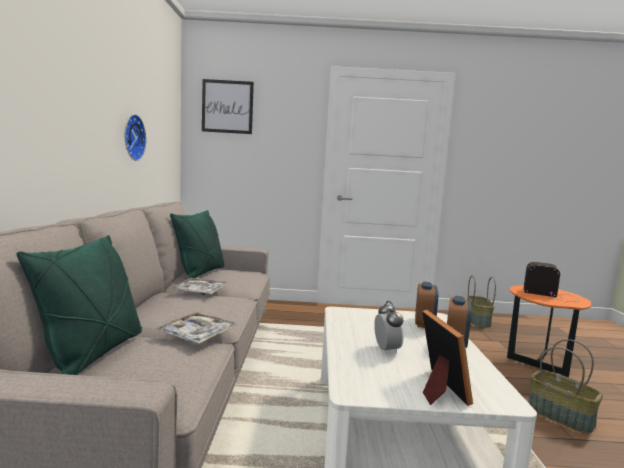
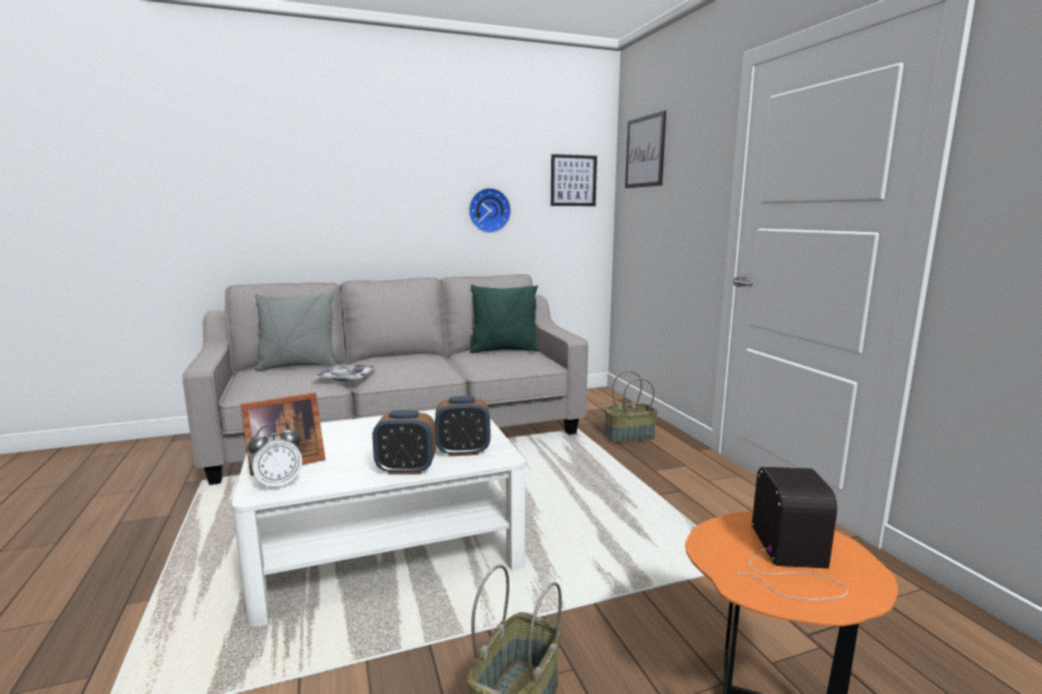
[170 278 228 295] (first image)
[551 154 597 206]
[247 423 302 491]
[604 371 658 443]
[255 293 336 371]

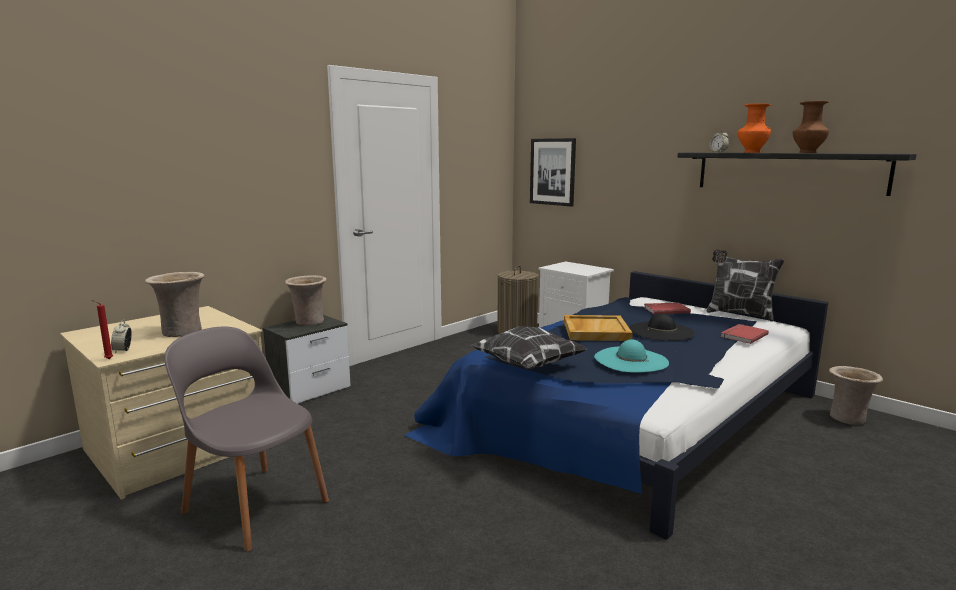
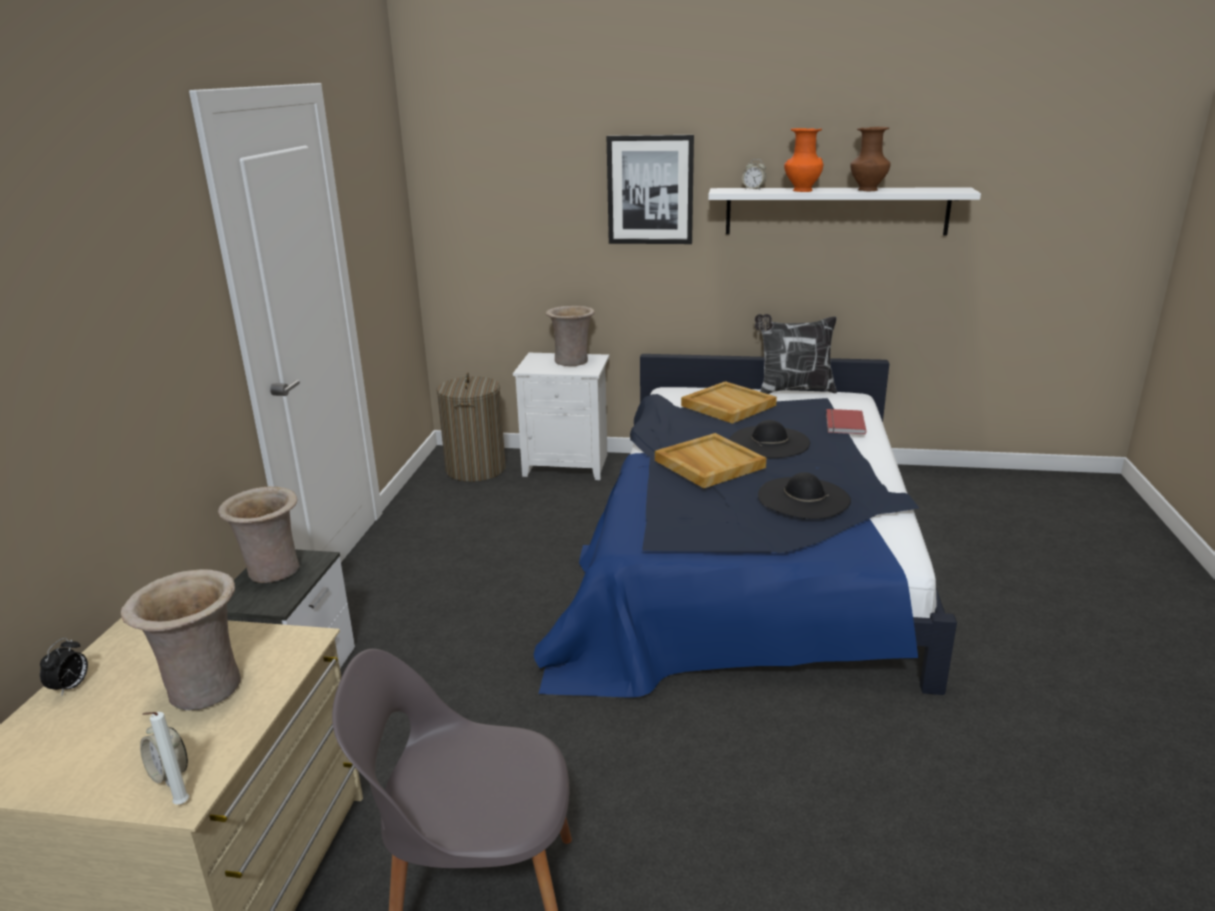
[471 326 587 369] (first image)
[40 638 88 697]
[607 135 694 244]
[545 306 595 366]
[681 381 777 424]
[142 712 189 805]
[758 472 851 519]
[708 187 981 235]

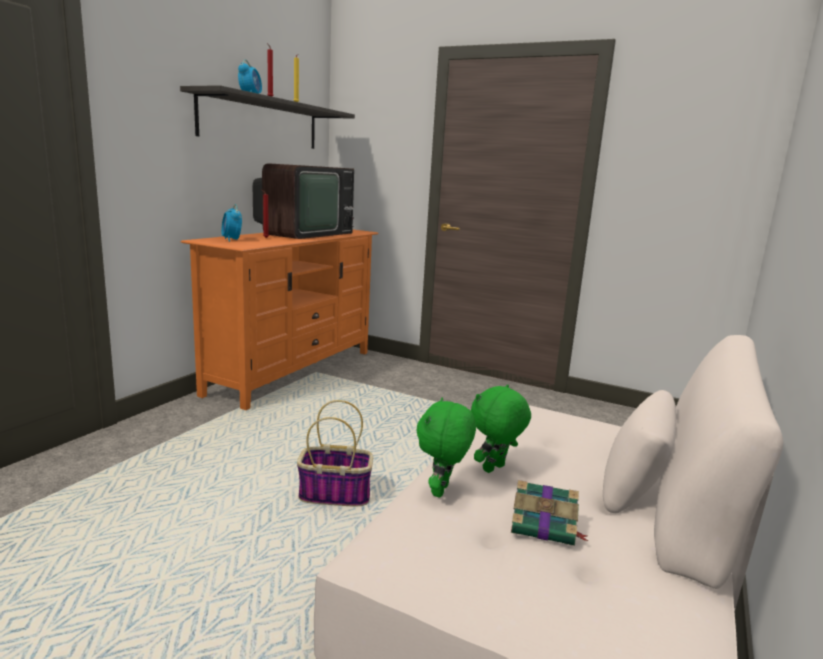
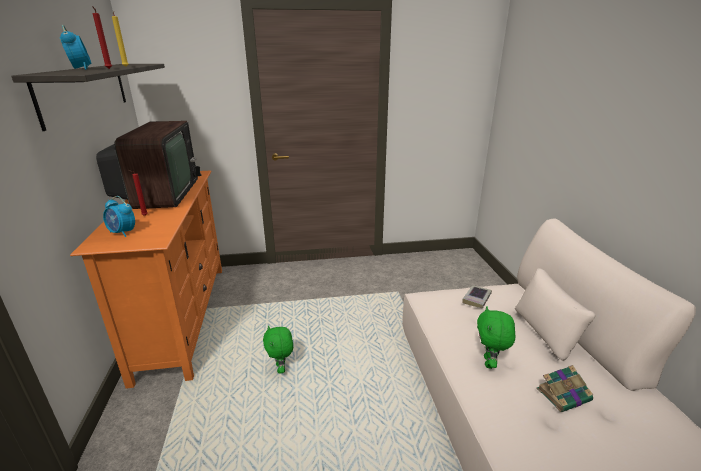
[297 400 373 506] (first image)
[462 285 492 308]
[263 326 293 373]

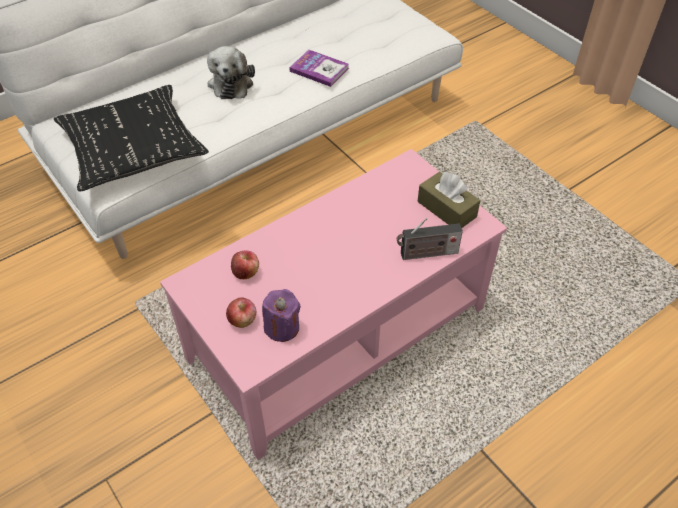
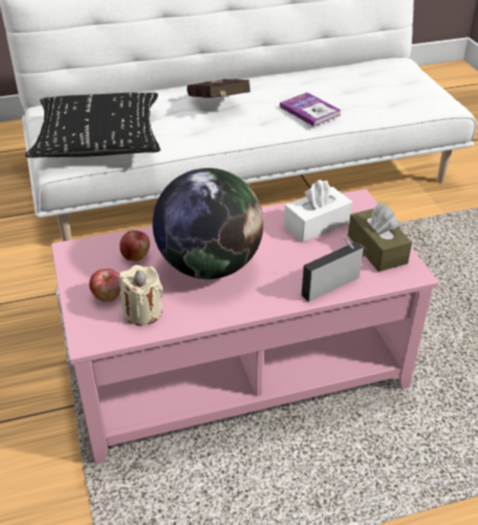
[153 168 264 279]
[284 179 353 242]
[187 79 251 98]
[119 265 163 325]
[301 235 366 302]

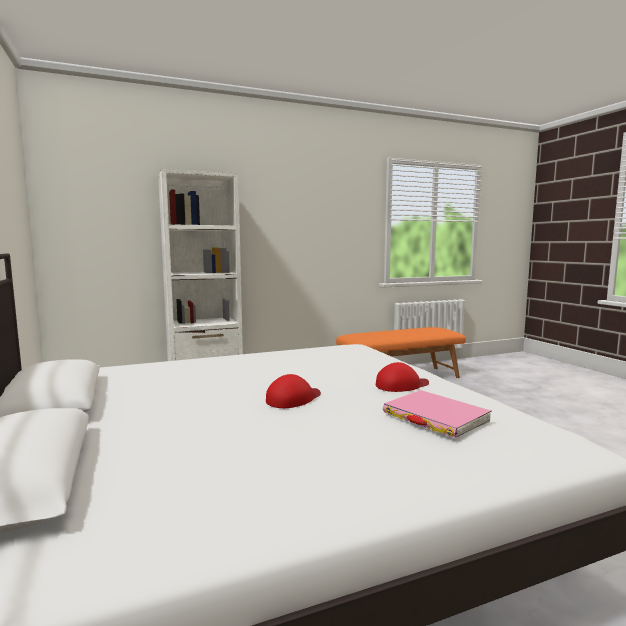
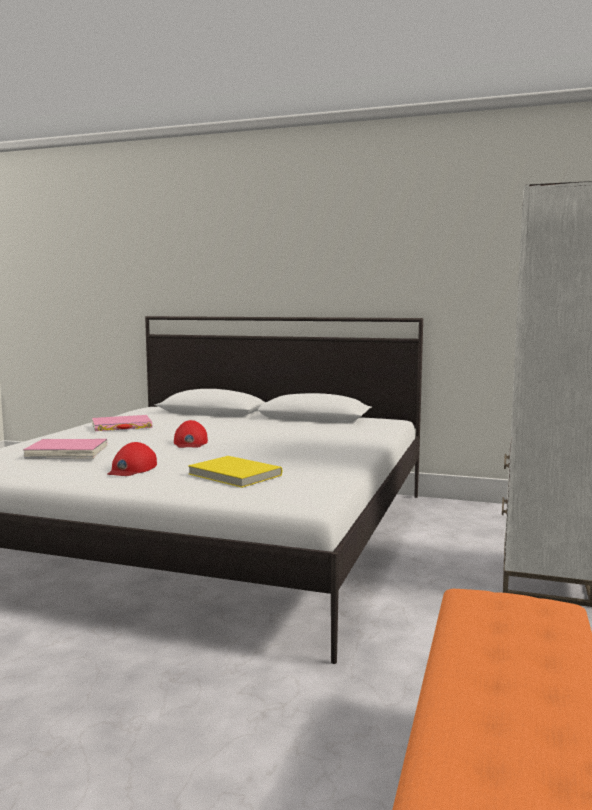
[92 415 152 431]
[188 456 282 488]

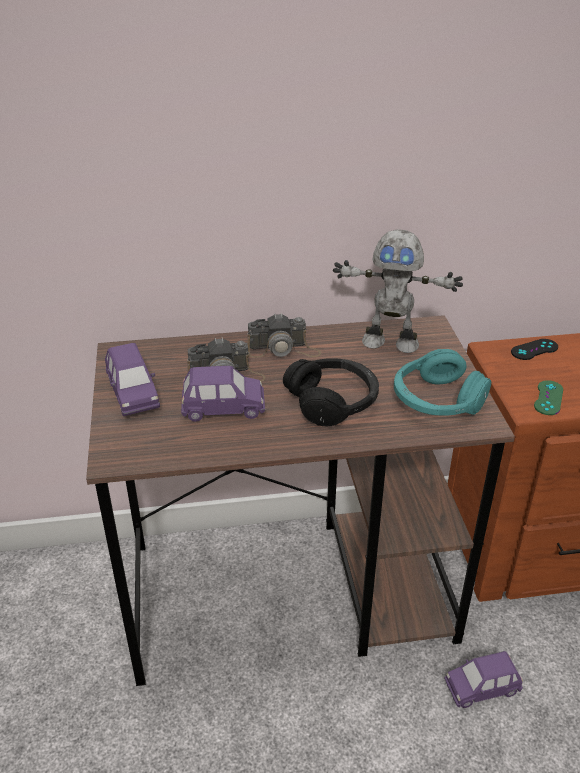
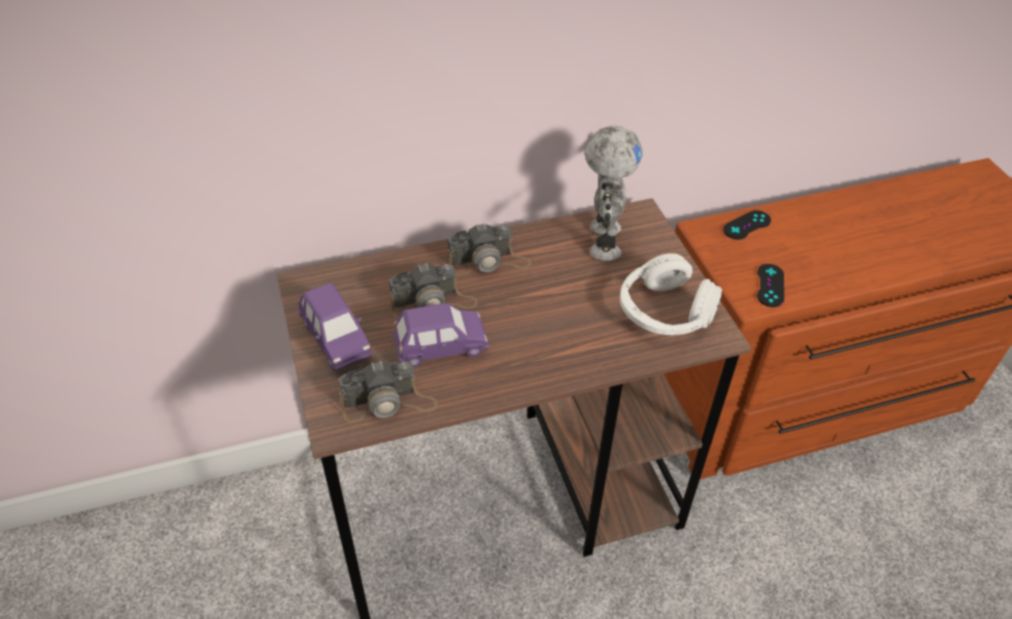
[283 358 379 426] (first image)
[444 651 523 708] (first image)
[339 361 437 422]
[620 253 722 335]
[757 264 784 307]
[585 125 642 261]

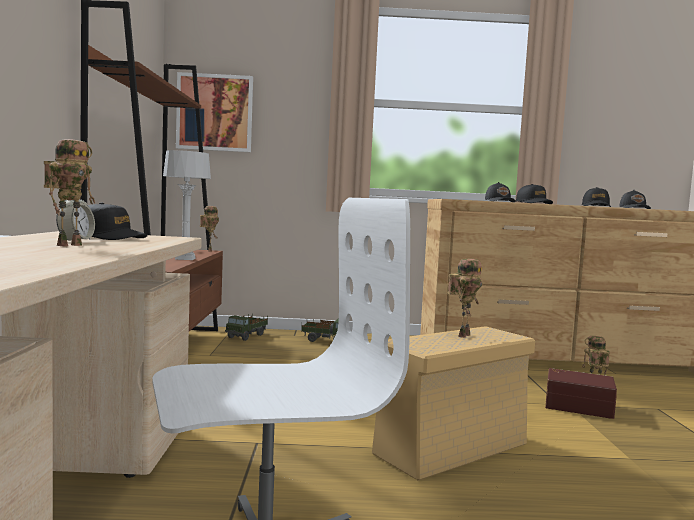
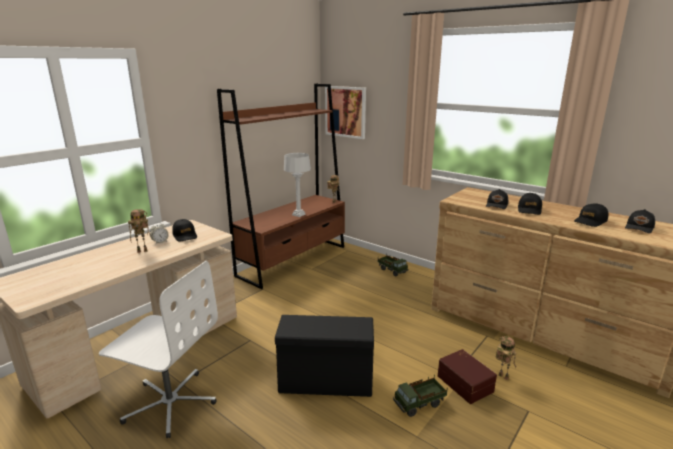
[448 259 482 338] (first image)
[393 375 447 417]
[275 315 374 397]

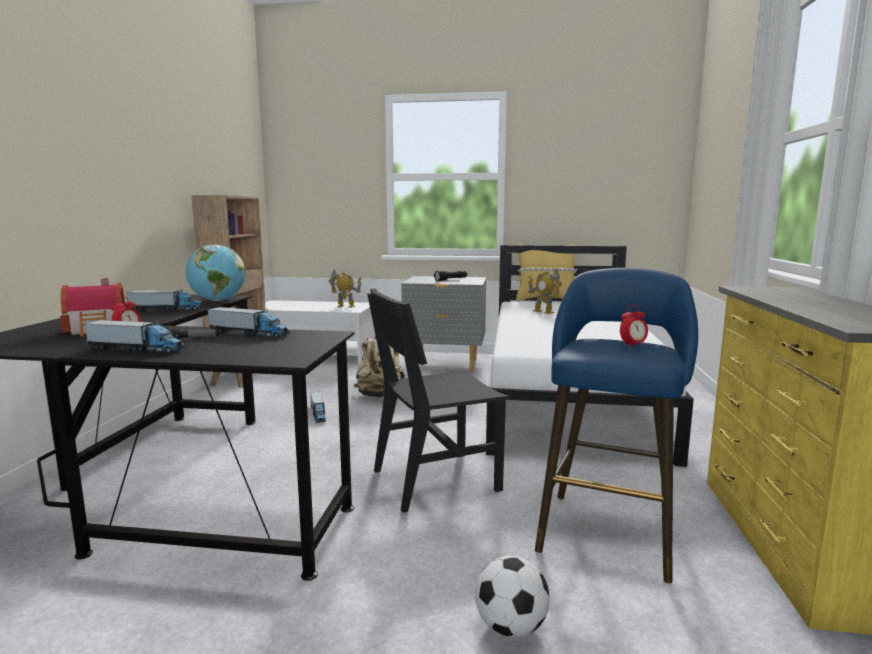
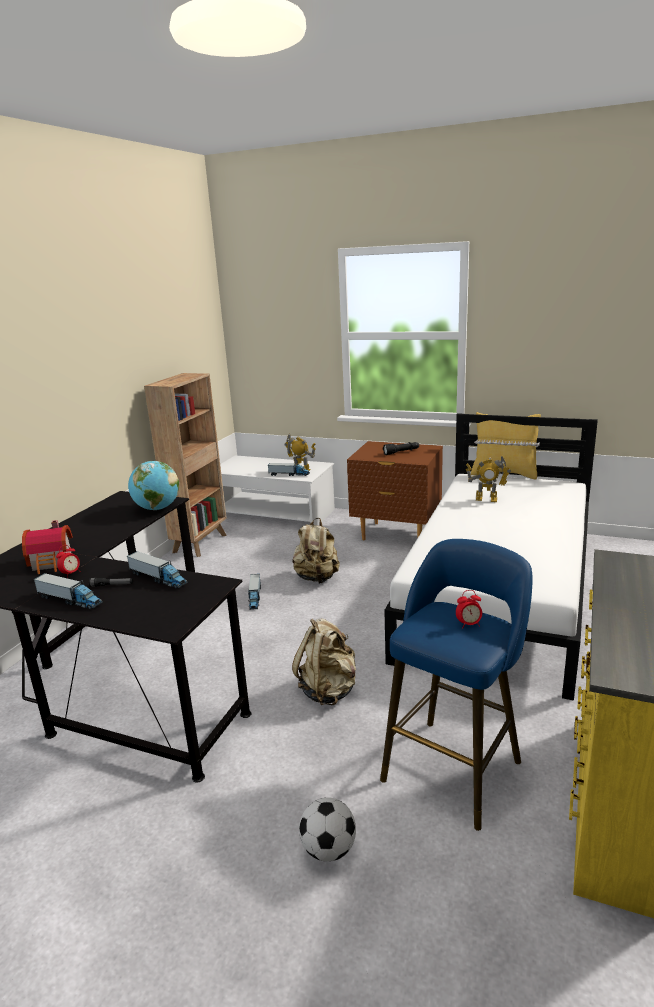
[268 463 310 476]
[292 619 356 705]
[347 441 443 540]
[466 455 511 502]

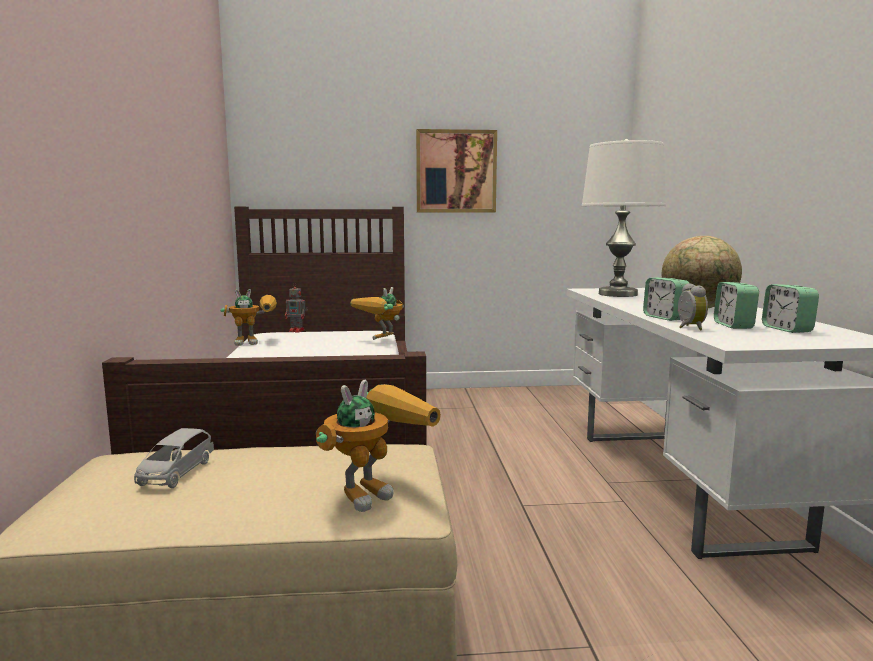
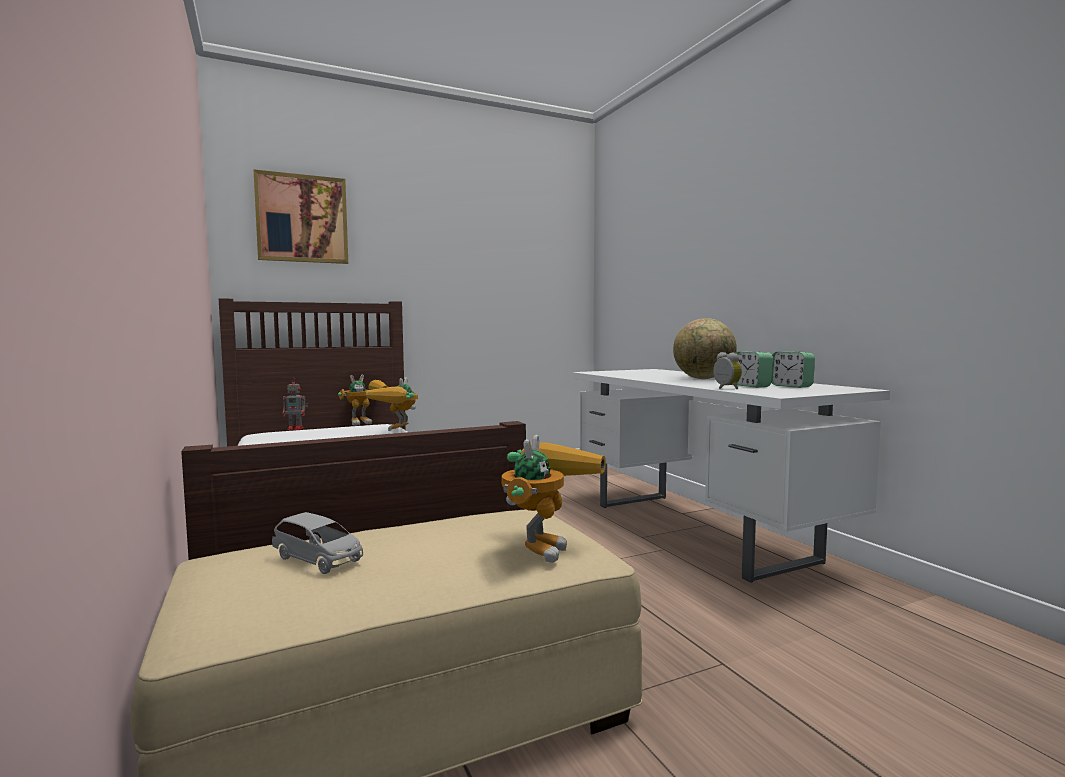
[582 139 666 297] (first image)
[643 278 690 321] (first image)
[338 375 388 426]
[253 169 348 264]
[272 512 363 574]

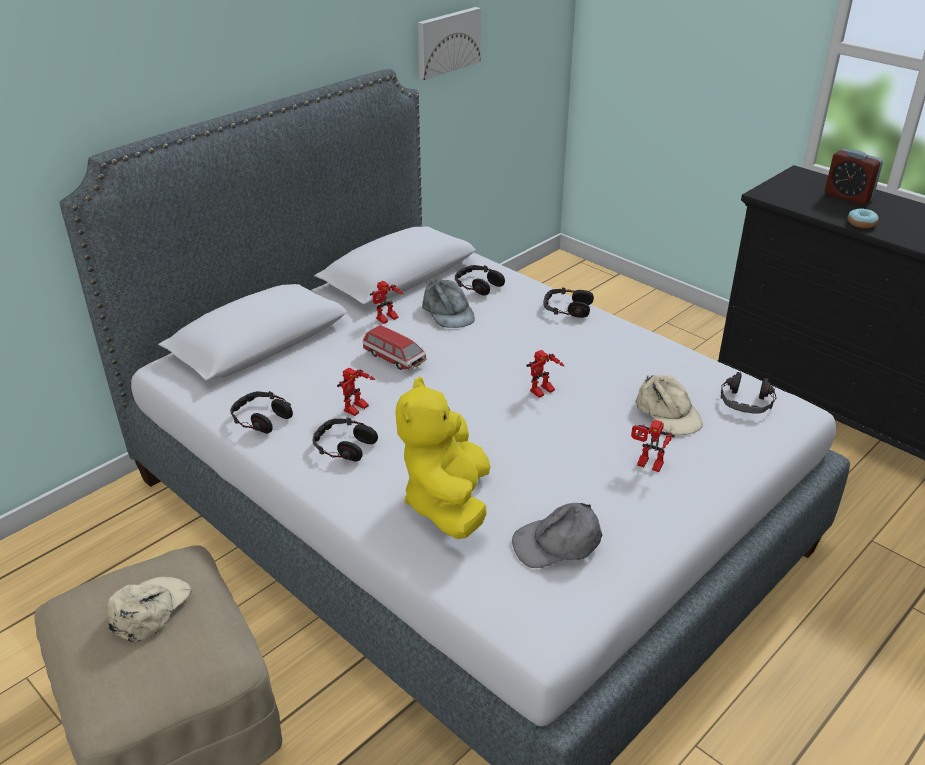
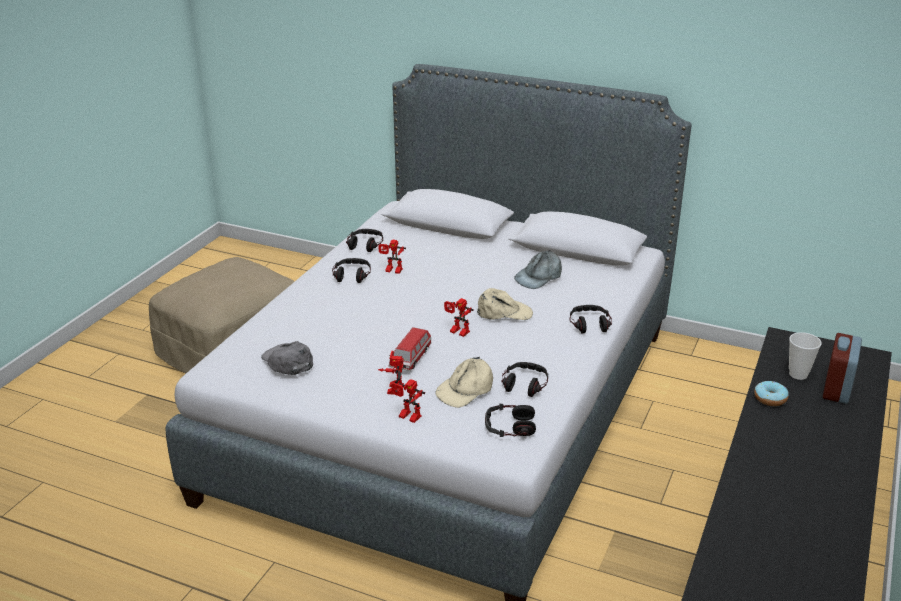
[395 376 491 539] (first image)
[418 7 481 80] (first image)
[789 332 822 380]
[477 288 533 320]
[389 327 431 371]
[392 379 425 423]
[501 362 548 397]

